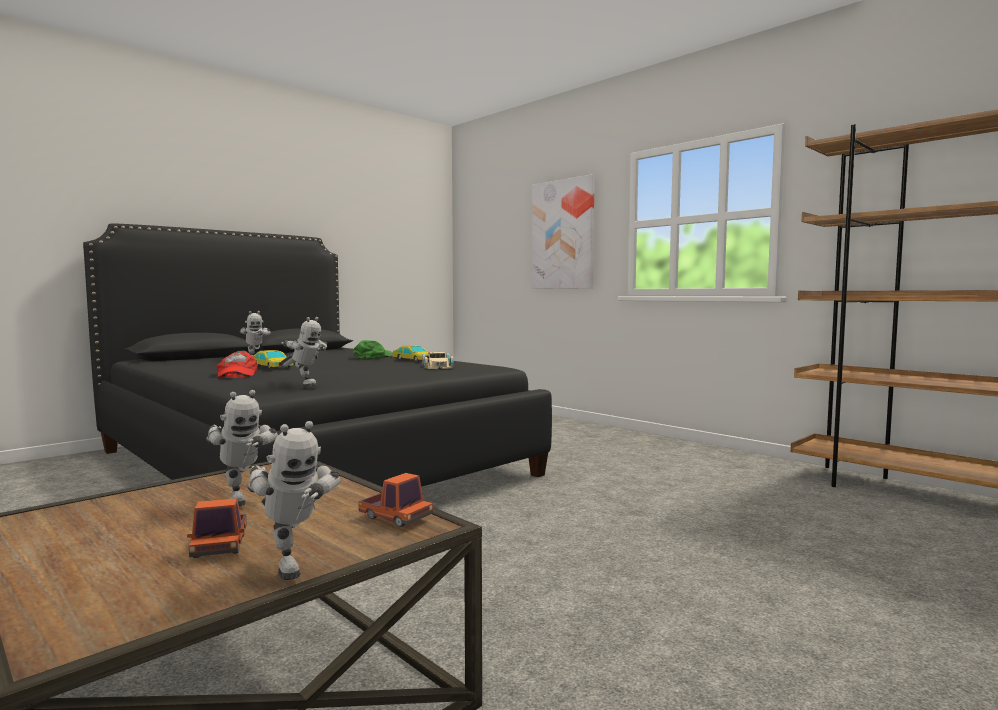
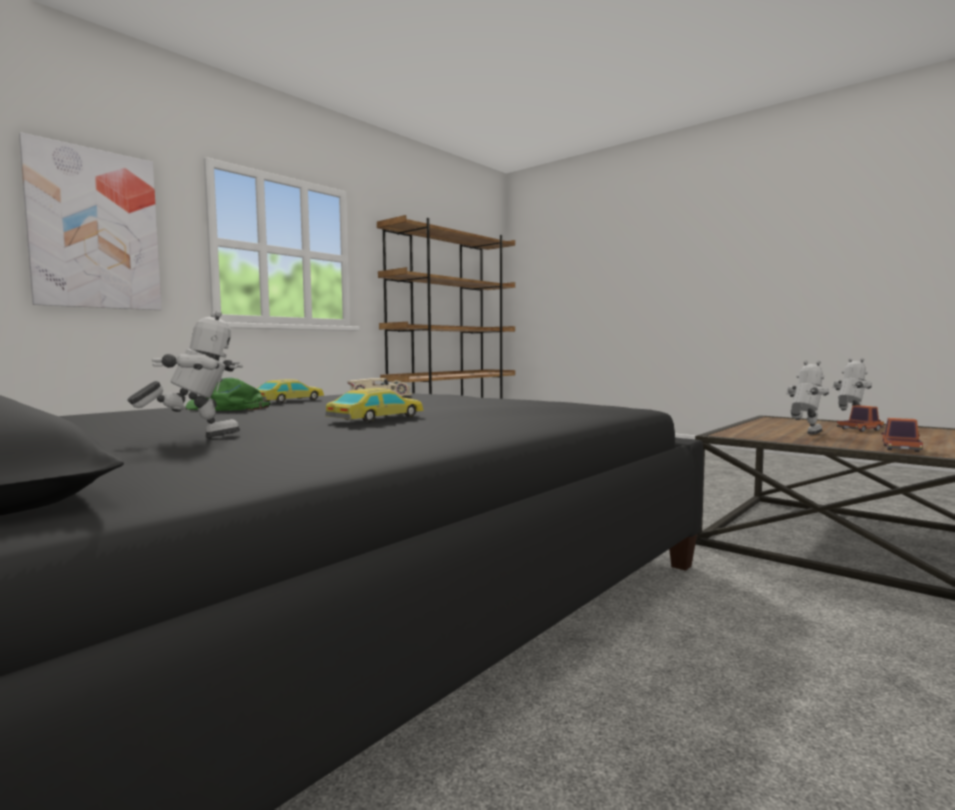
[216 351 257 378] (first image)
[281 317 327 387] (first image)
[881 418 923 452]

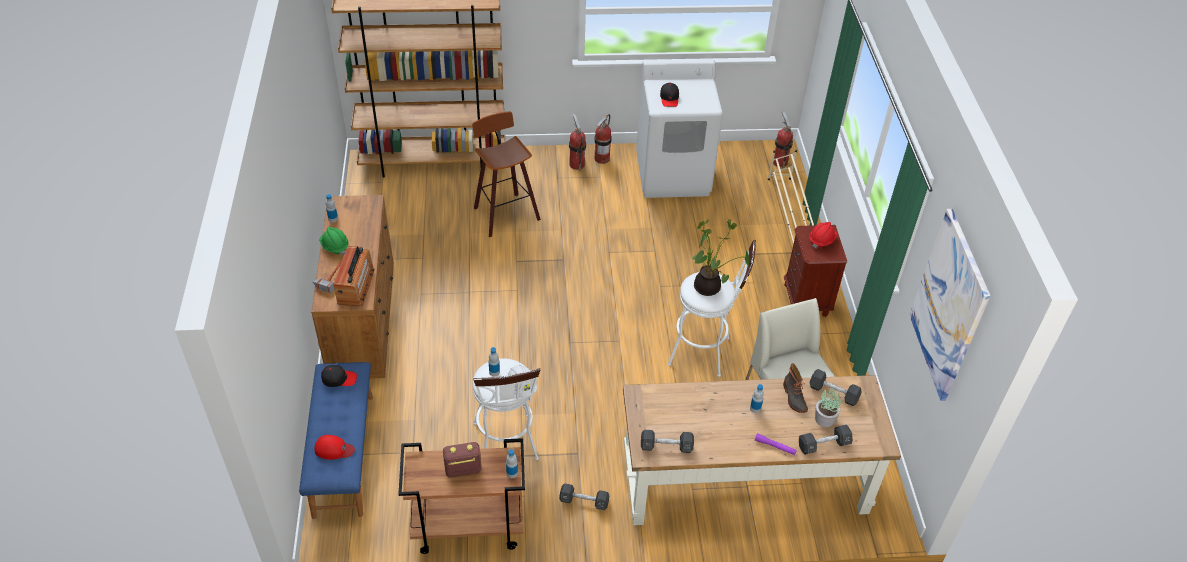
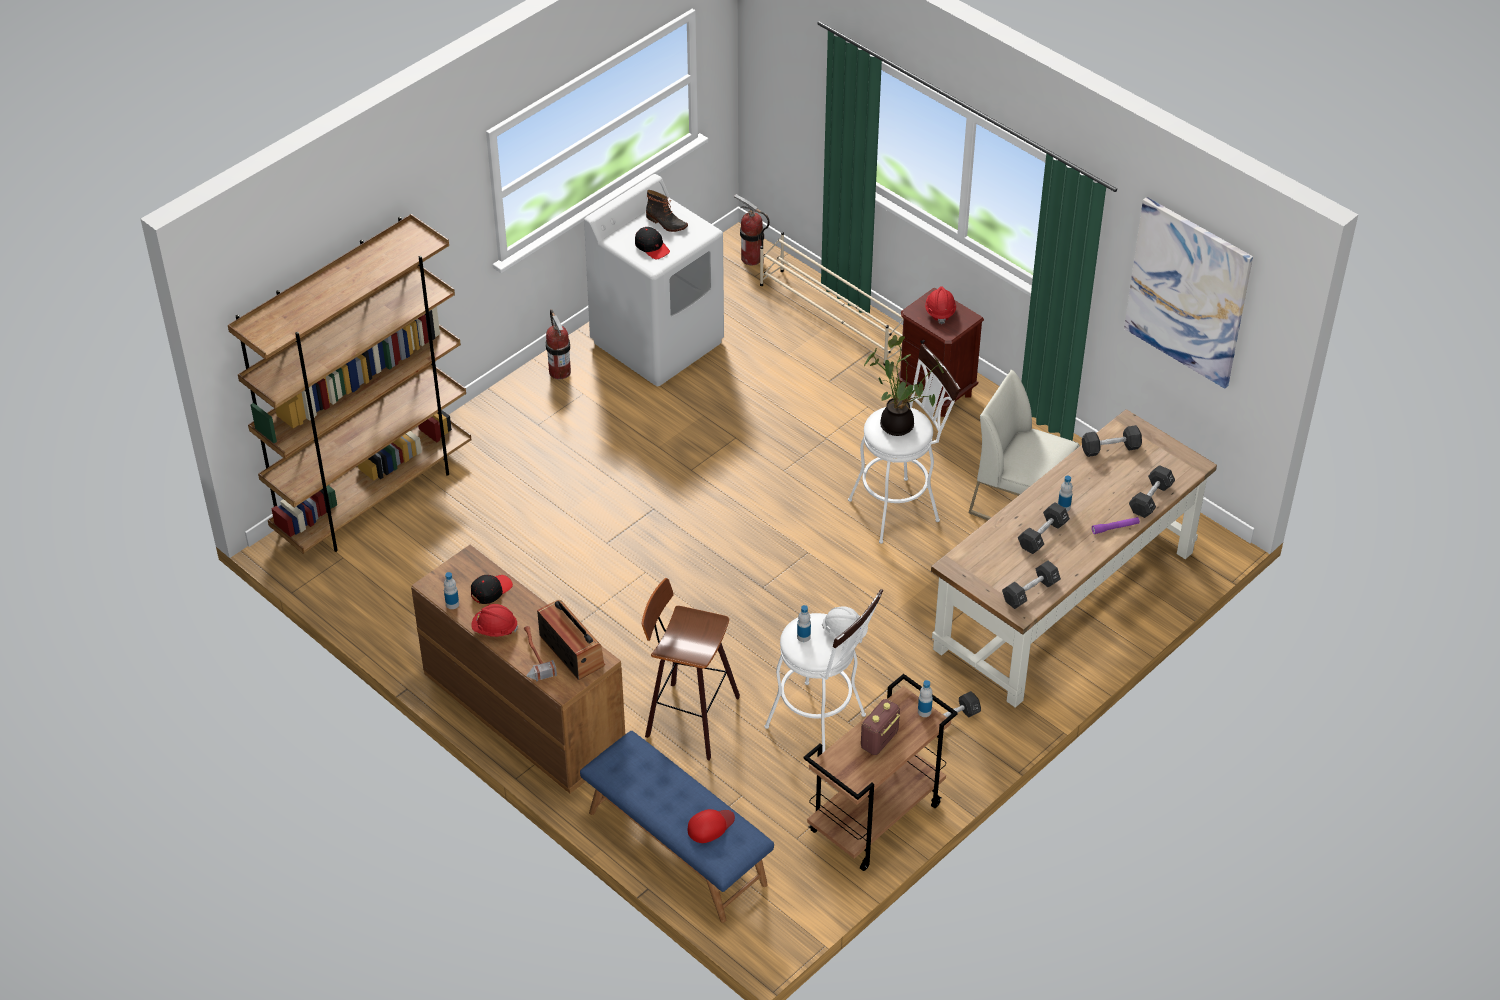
[569 114 586 171] (first image)
[815 389 841 427] (first image)
[1018 502 1070 554]
[471 575 513 604]
[642 578 740 760]
[646 190 688 232]
[471 604 518 637]

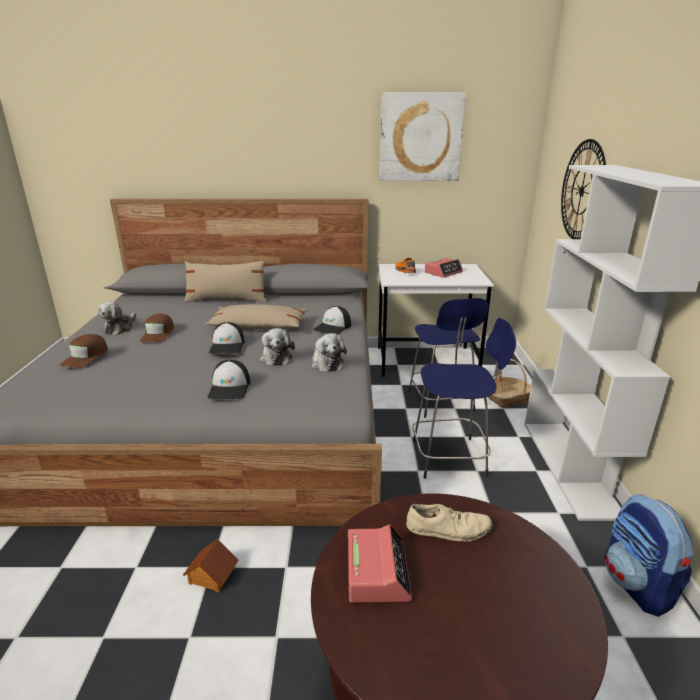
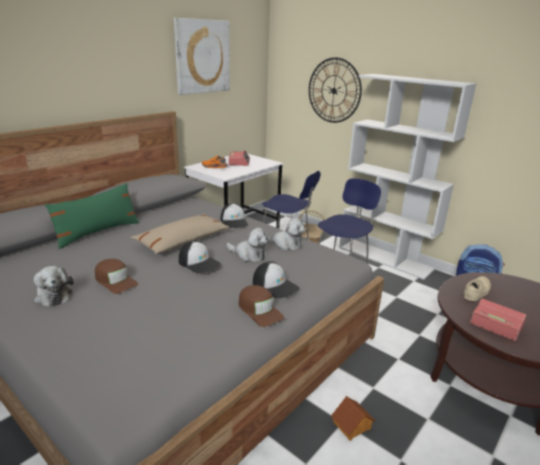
[239 285 284 327]
[45 183 139 249]

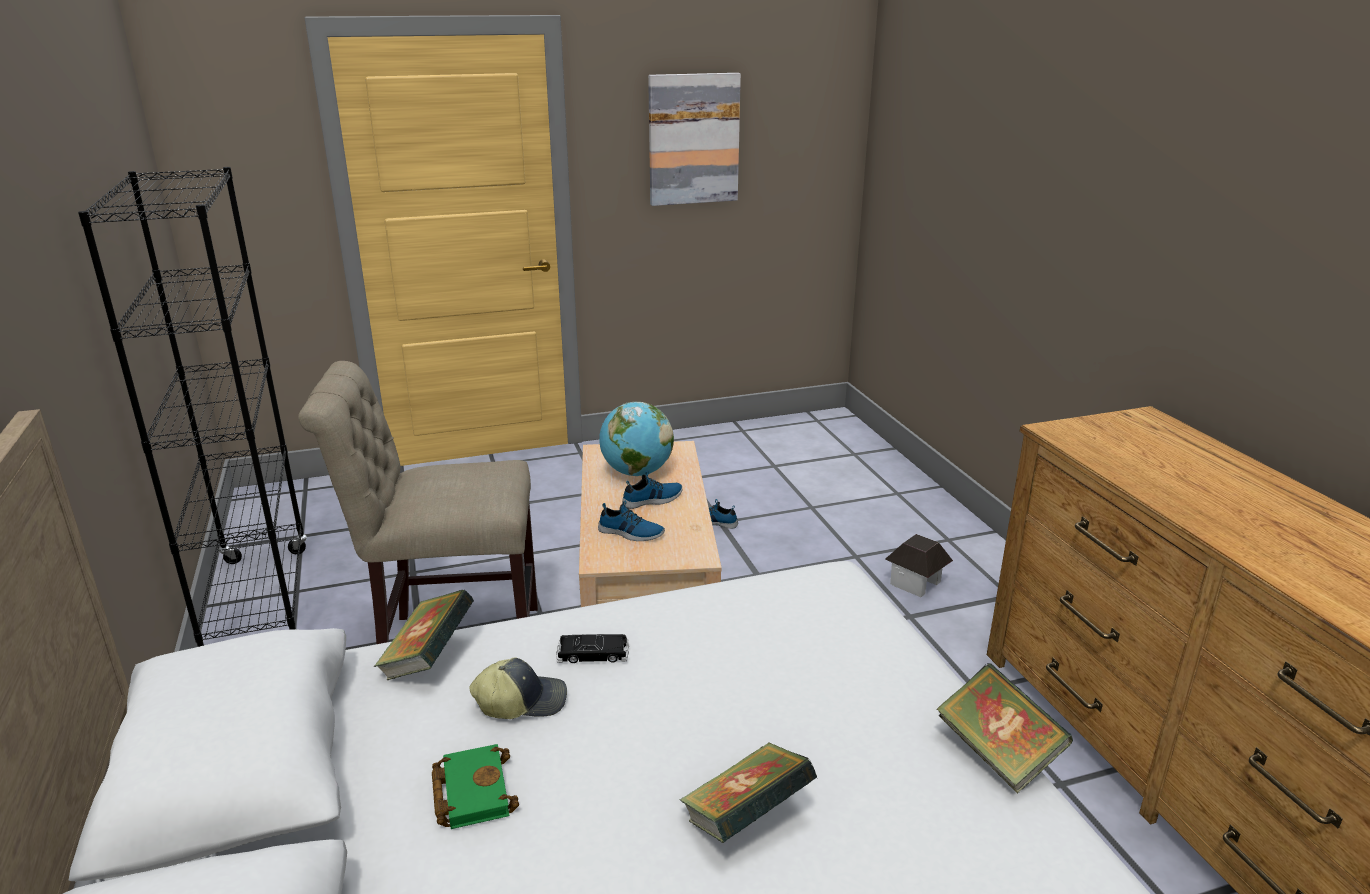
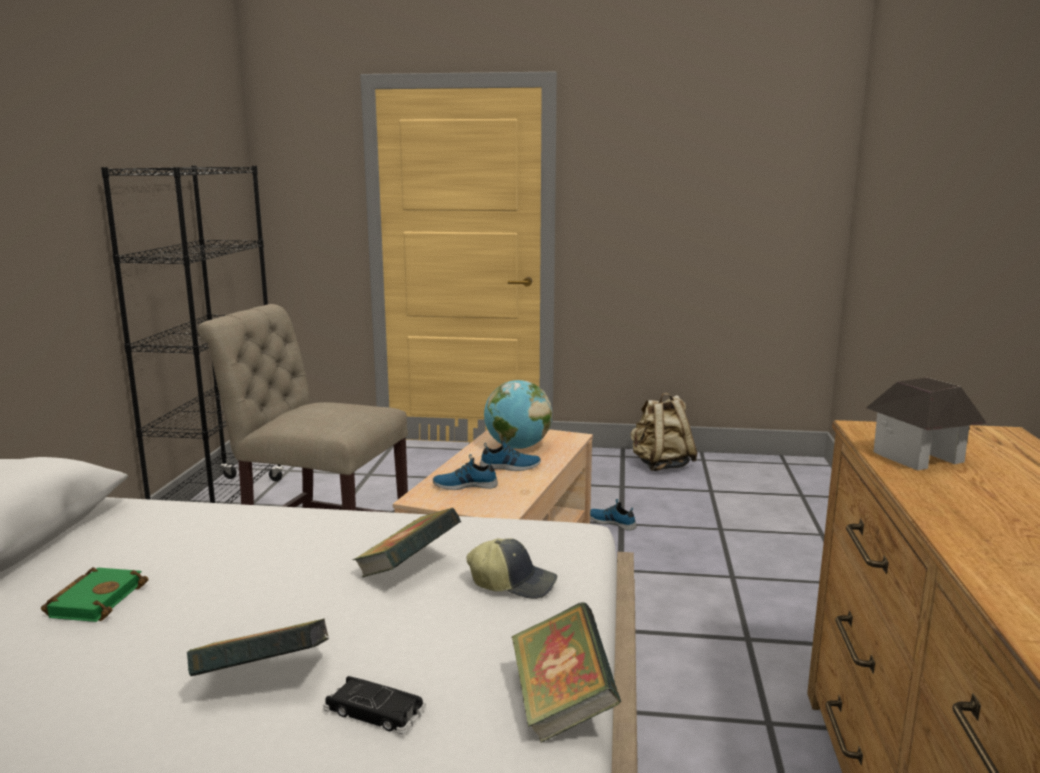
[648 73 741 206] (first image)
[630 393 697 471]
[353 508 461 578]
[466 538 557 599]
[323 676 426 734]
[866 377 987 470]
[433 454 498 490]

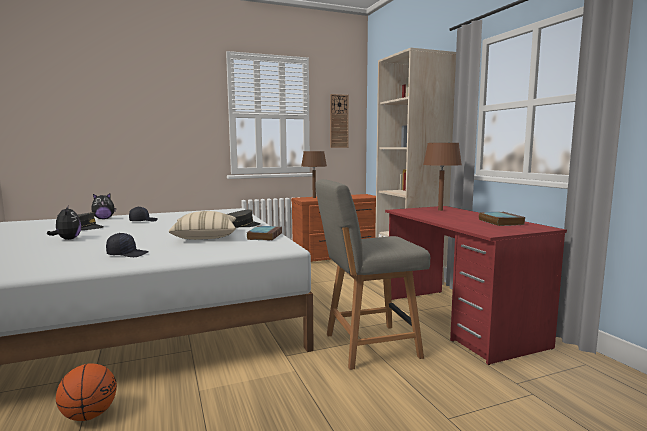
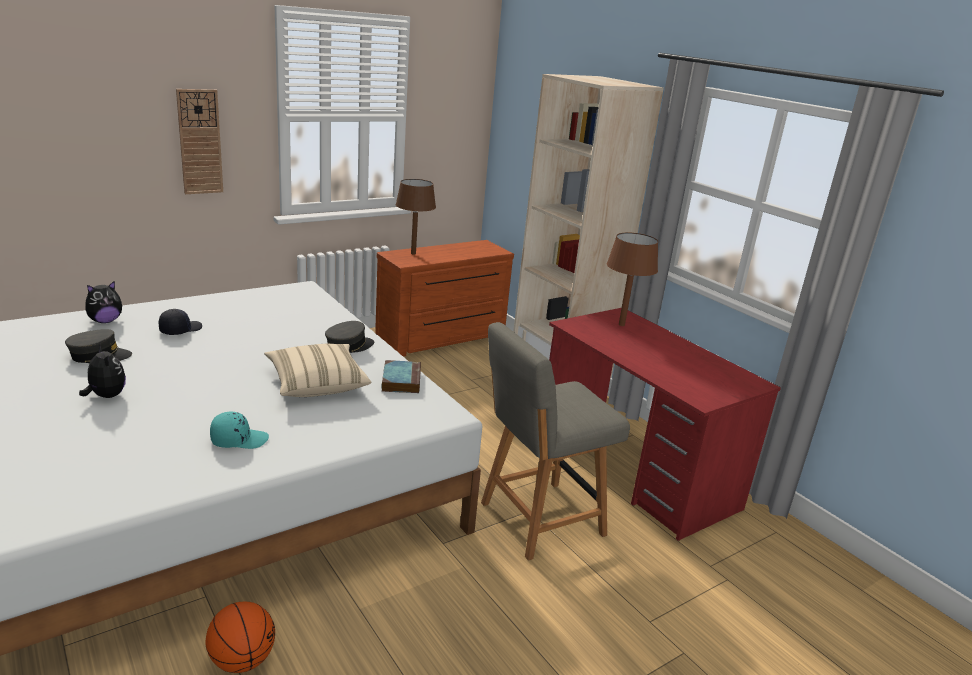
[479 212 525 226] (first image)
[176 89 223 194]
[210 412 269 449]

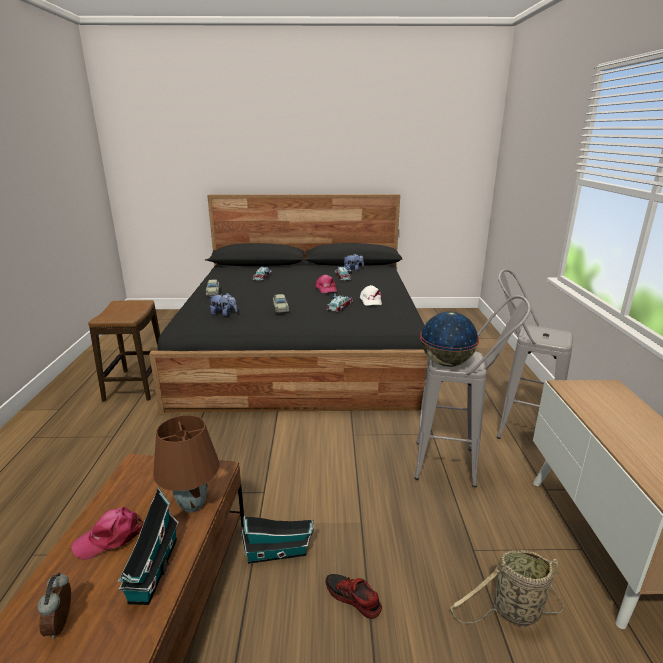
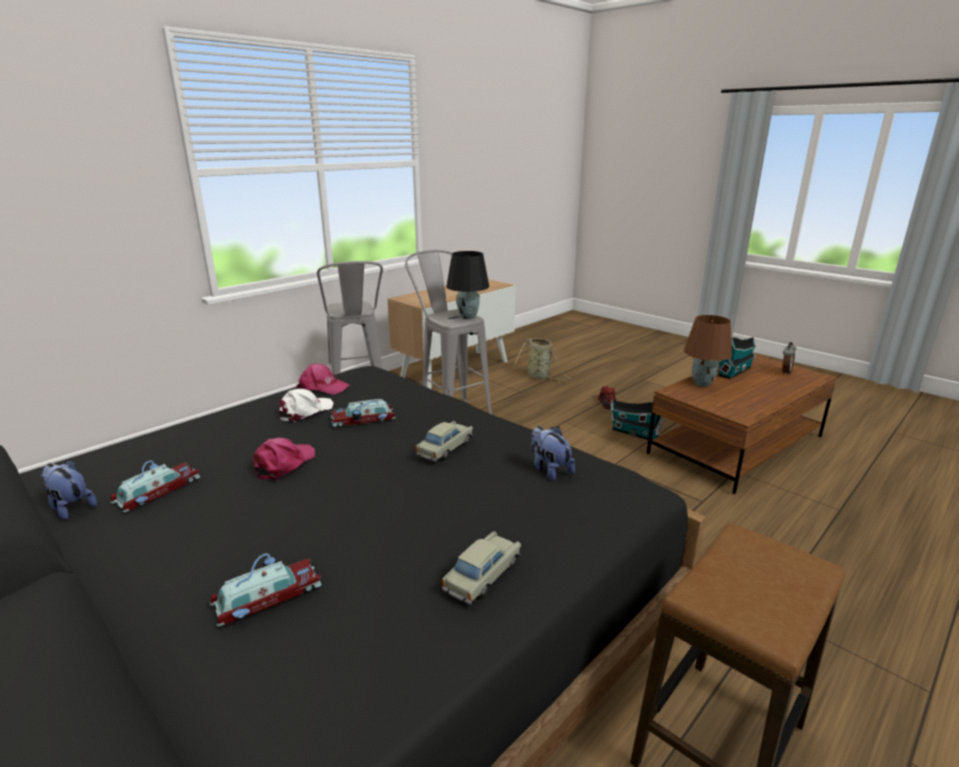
[296 364 349 395]
[446 251 489 319]

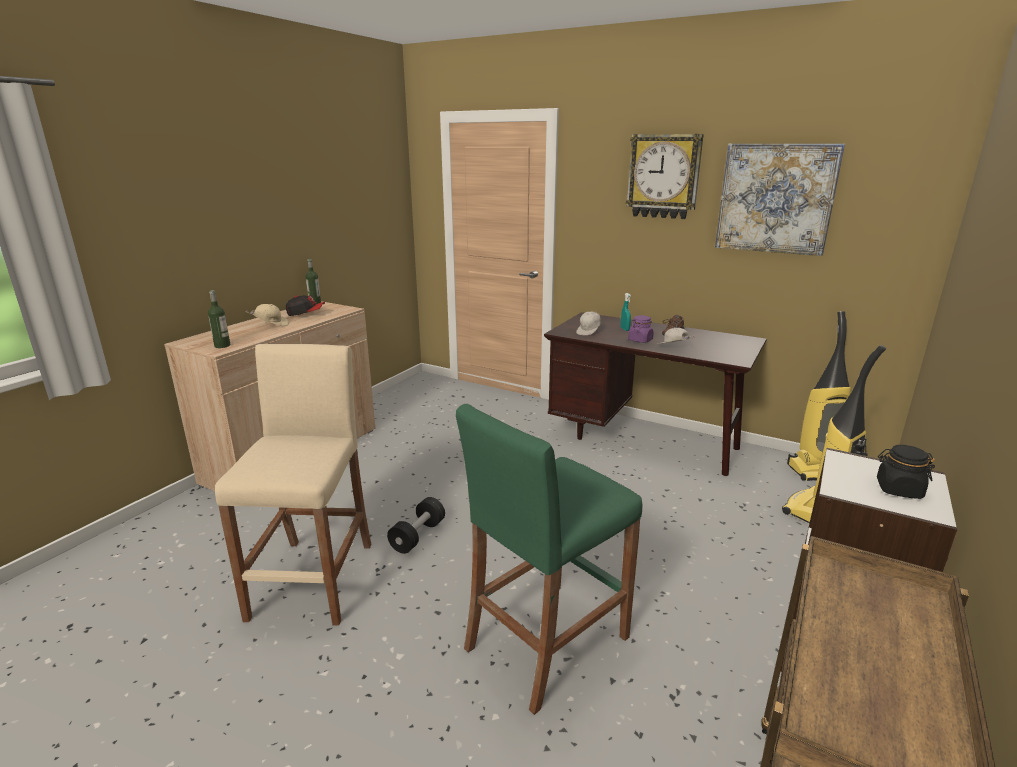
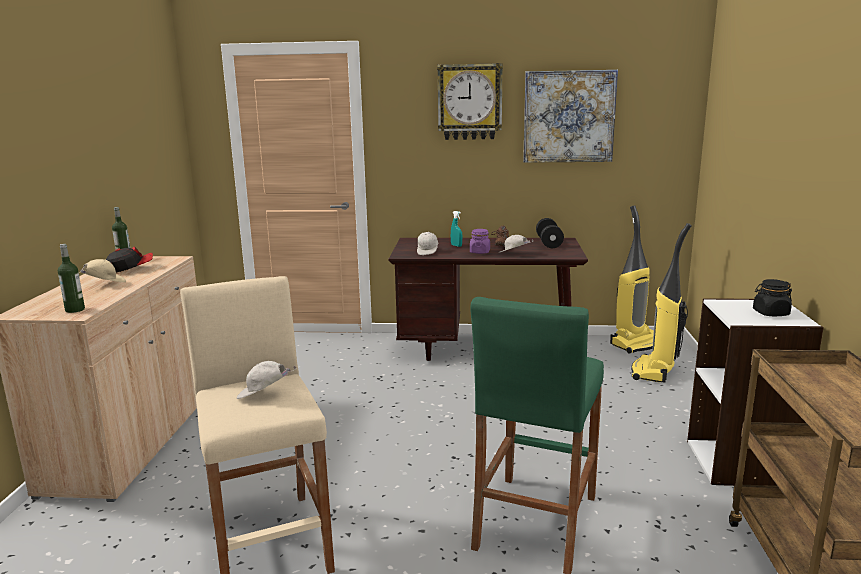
[237 361 296 399]
[536 218 564 248]

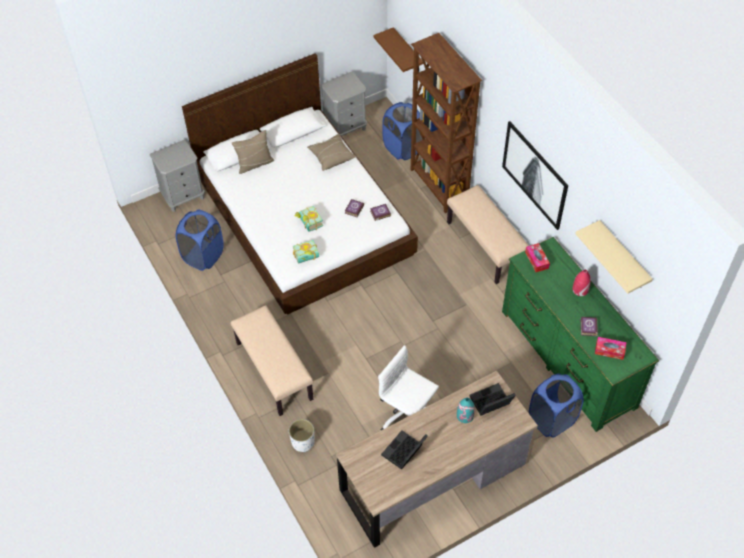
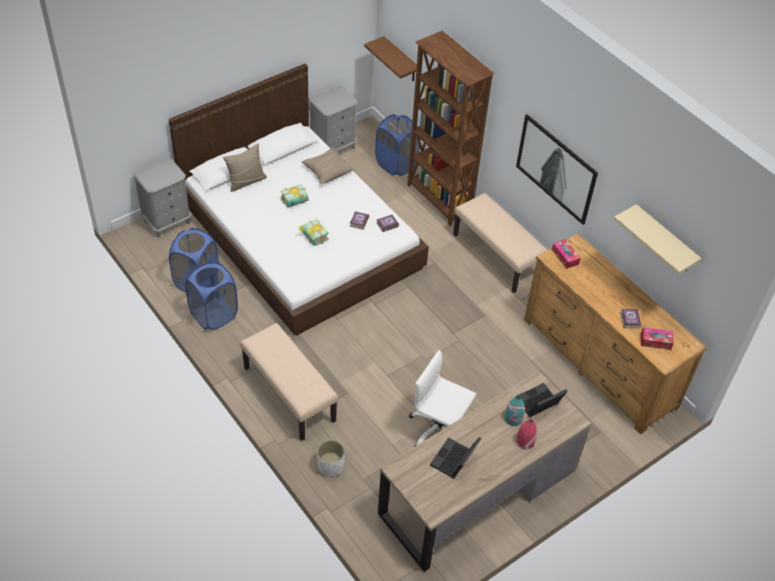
[281 184 309 208]
[185 262 238 330]
[516 419 537 449]
[524 234 708 434]

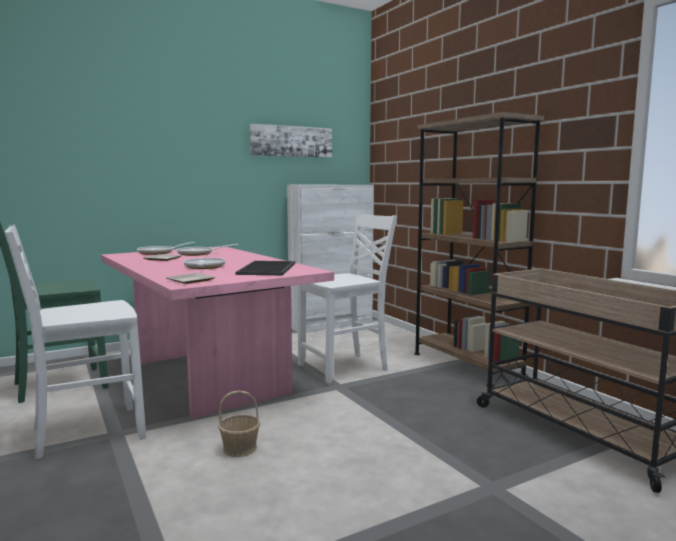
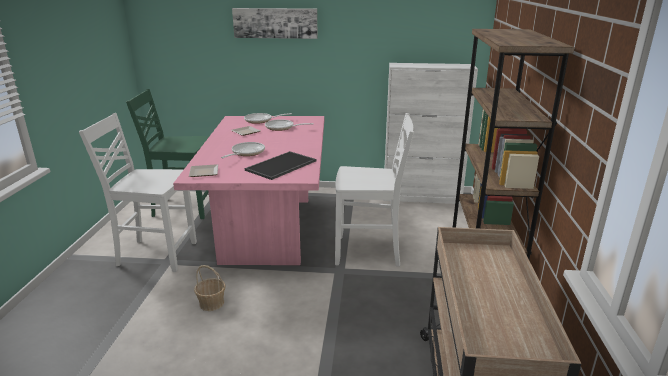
[232 8 318 39]

